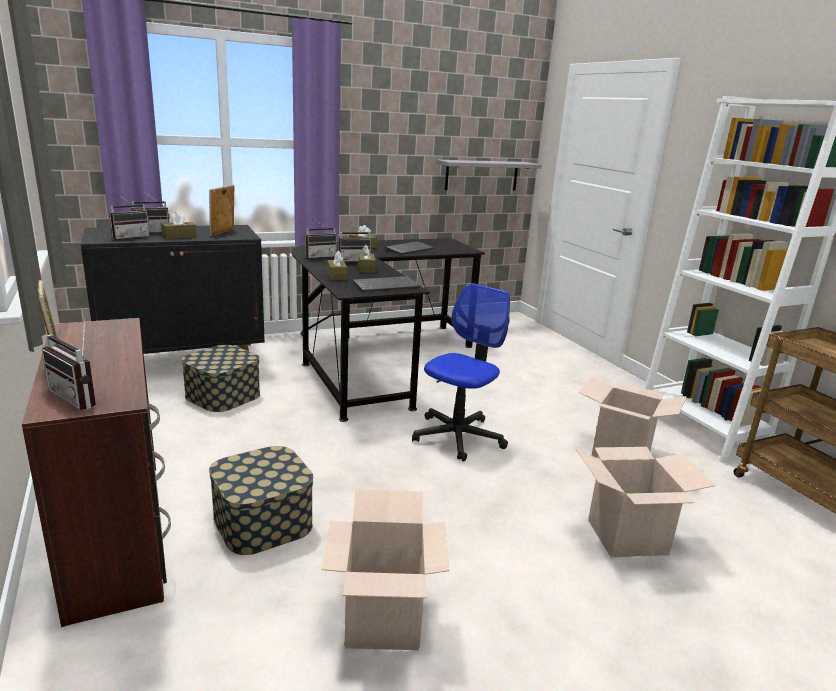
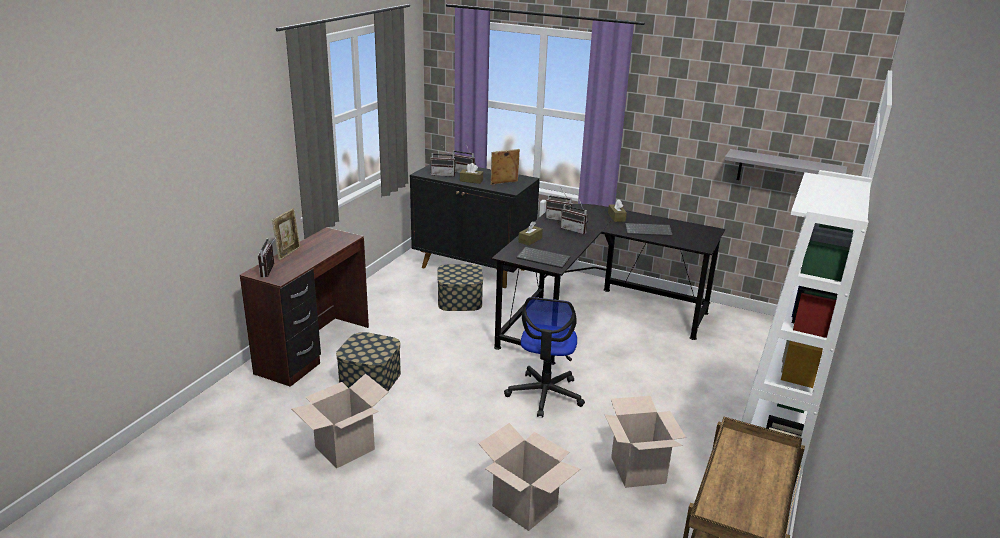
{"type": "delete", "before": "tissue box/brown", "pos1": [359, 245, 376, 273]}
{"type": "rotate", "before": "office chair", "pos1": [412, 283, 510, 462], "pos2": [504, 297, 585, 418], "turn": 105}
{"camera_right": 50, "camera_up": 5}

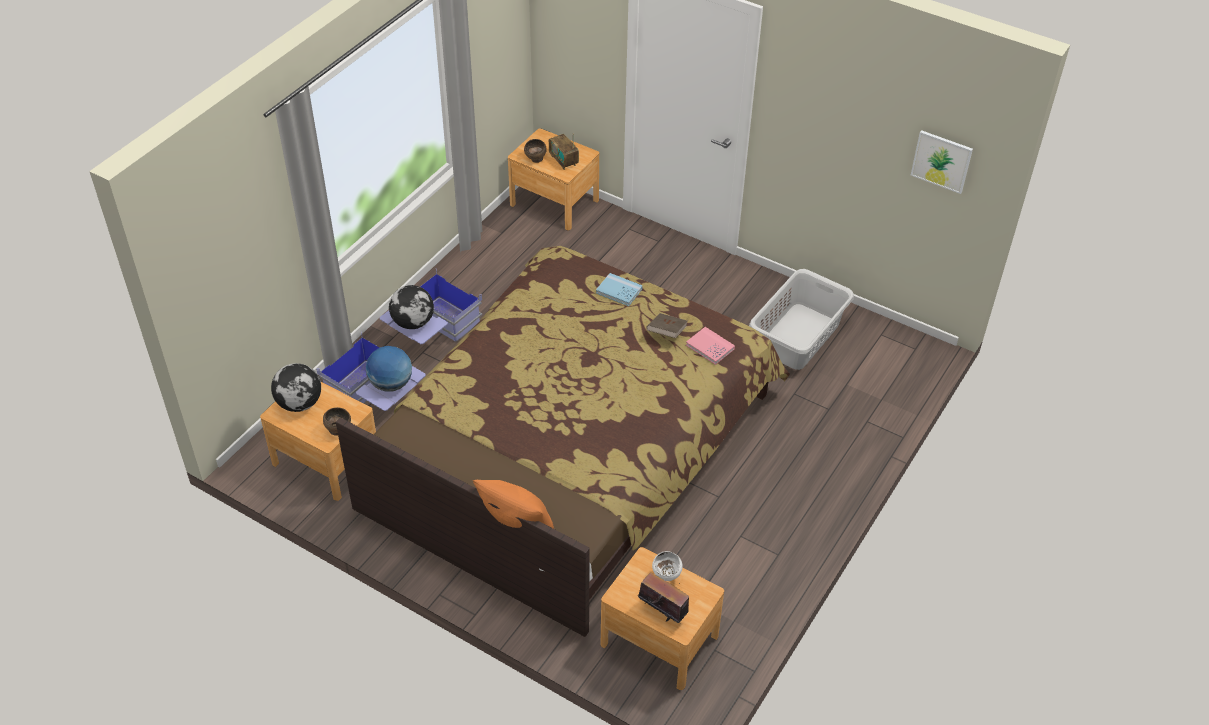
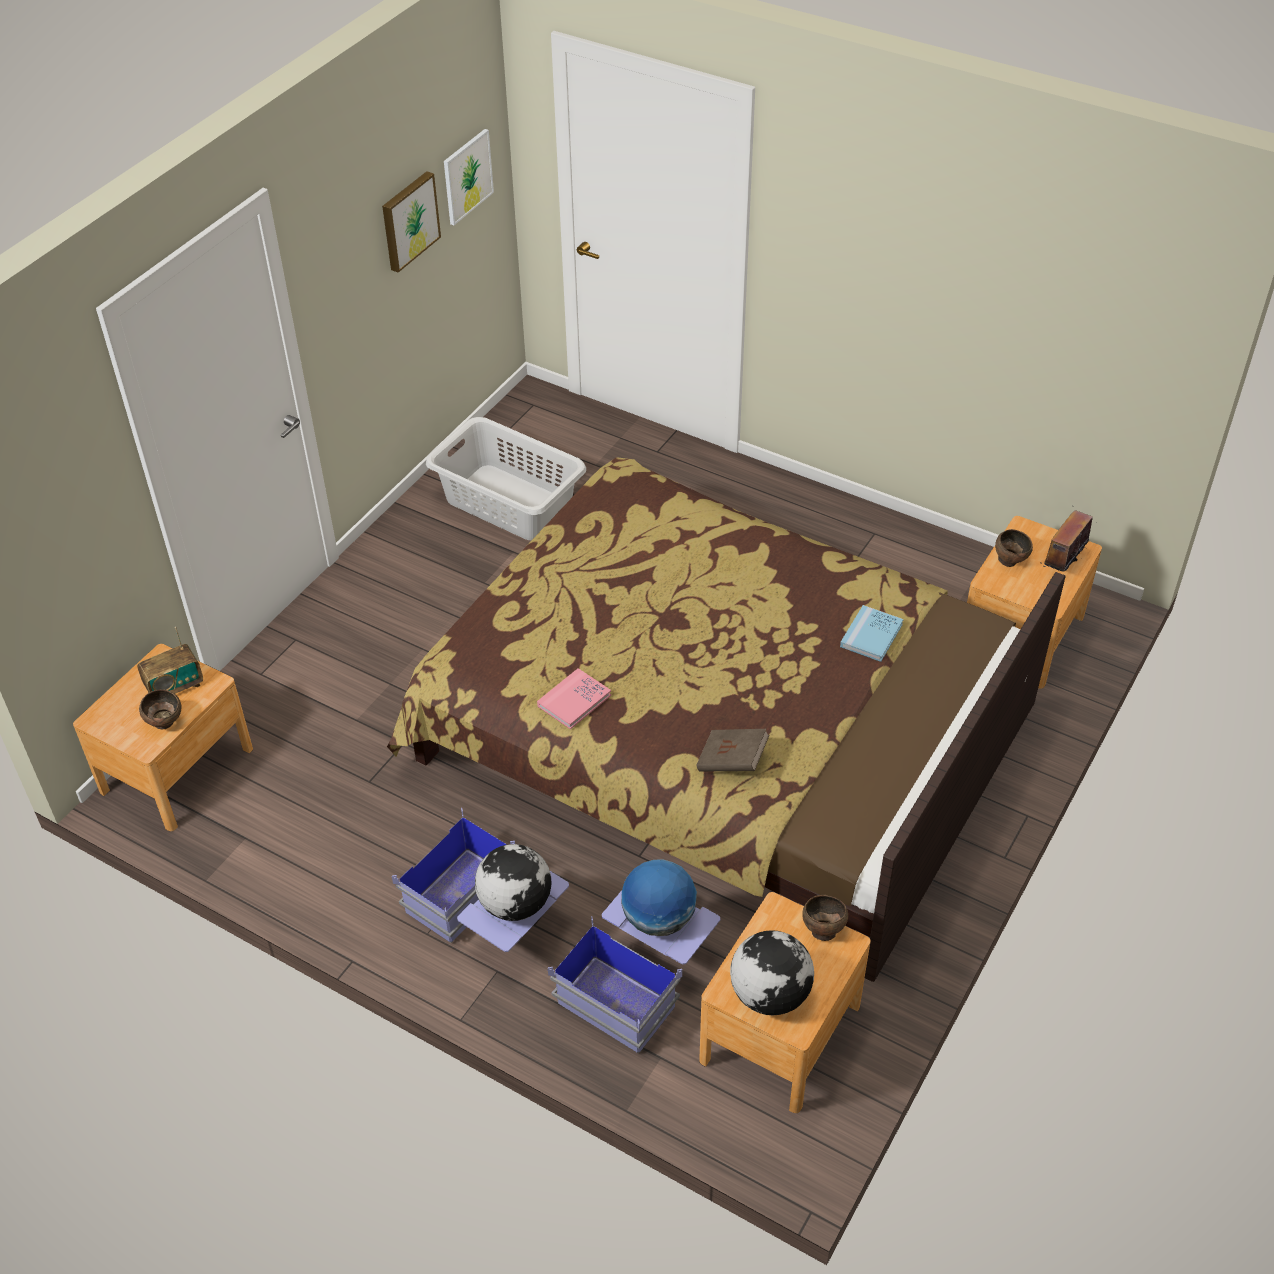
{"type": "move", "before": "book/blue", "pos1": [596, 273, 643, 306], "pos2": [840, 605, 903, 662]}
{"type": "move", "before": "book/brown", "pos1": [646, 313, 687, 338], "pos2": [697, 729, 769, 772]}
{"type": "move", "before": "book/pink", "pos1": [686, 327, 735, 365], "pos2": [537, 668, 611, 729]}
{"type": "delete", "before": "pillow/orange", "pos1": [473, 480, 554, 529]}
{"type": "recolor", "before": "bowl/white", "after": "bowl/brown", "pos1": [652, 551, 683, 581], "pos2": [995, 529, 1033, 567]}
{"type": "insert", "after": "picture", "pos2": [382, 171, 441, 273]}
{"camera_right": -90, "camera_up": 0}

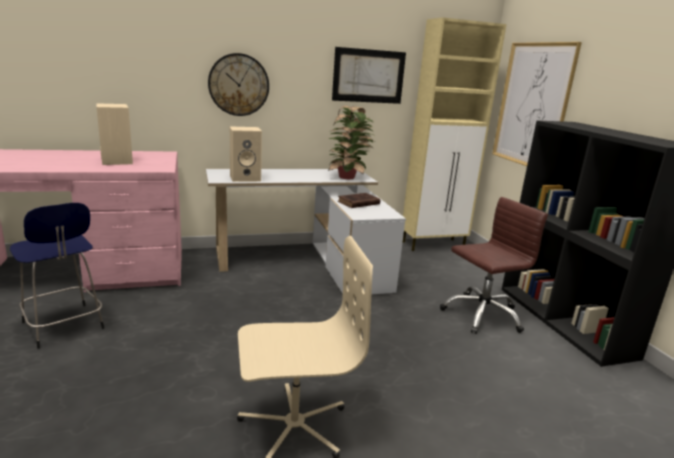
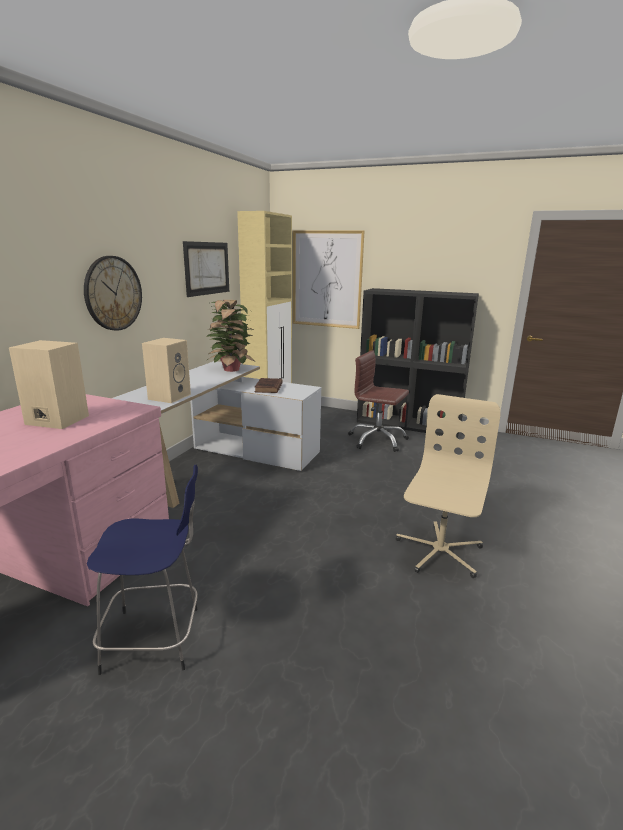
{"type": "rotate", "before": "office chair/brown", "pos1": [440, 197, 548, 334], "pos2": [348, 350, 409, 452], "turn": -75}
{"camera_right": -50, "camera_up": 0}

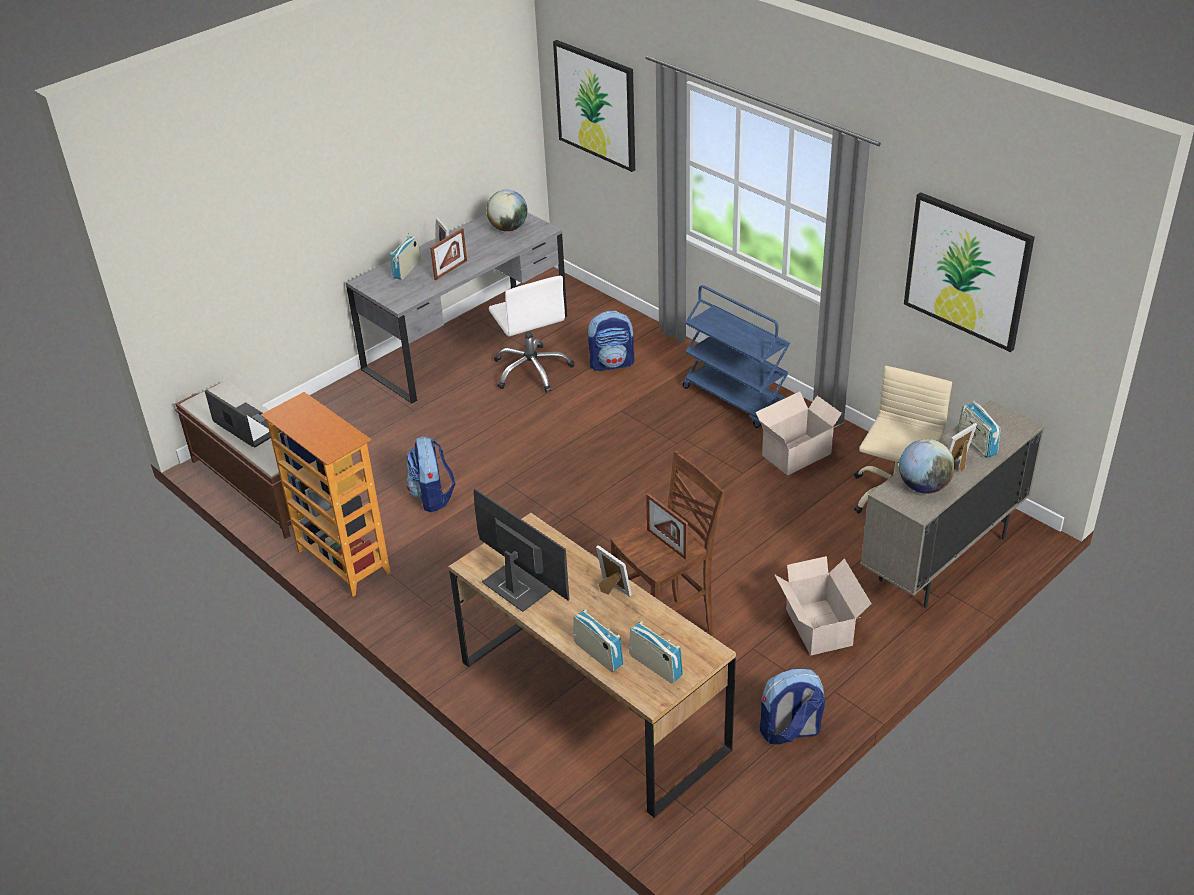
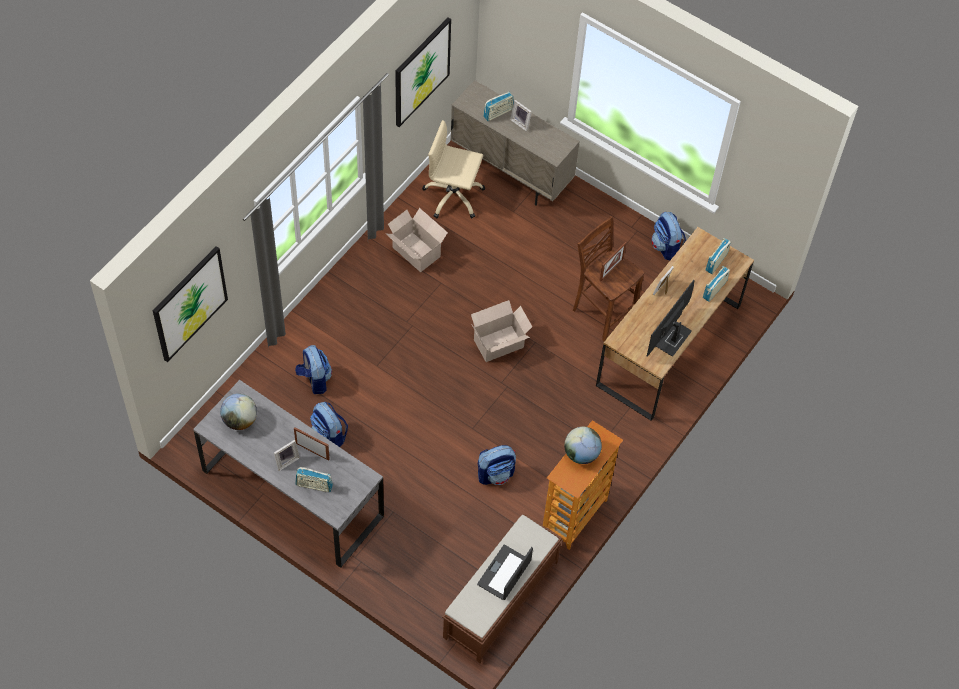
{"type": "replace", "before": "office chair/white", "after": "backpack", "pos1": [489, 276, 575, 393], "pos2": [310, 402, 348, 447]}
{"type": "delete", "before": "cart/blue", "pos1": [682, 285, 790, 428]}
{"type": "move", "before": "globe", "pos1": [899, 439, 955, 494], "pos2": [564, 427, 602, 464]}
{"type": "move", "before": "cardboard box", "pos1": [774, 556, 872, 656], "pos2": [471, 300, 532, 362]}
{"camera_right": -105, "camera_up": 20}

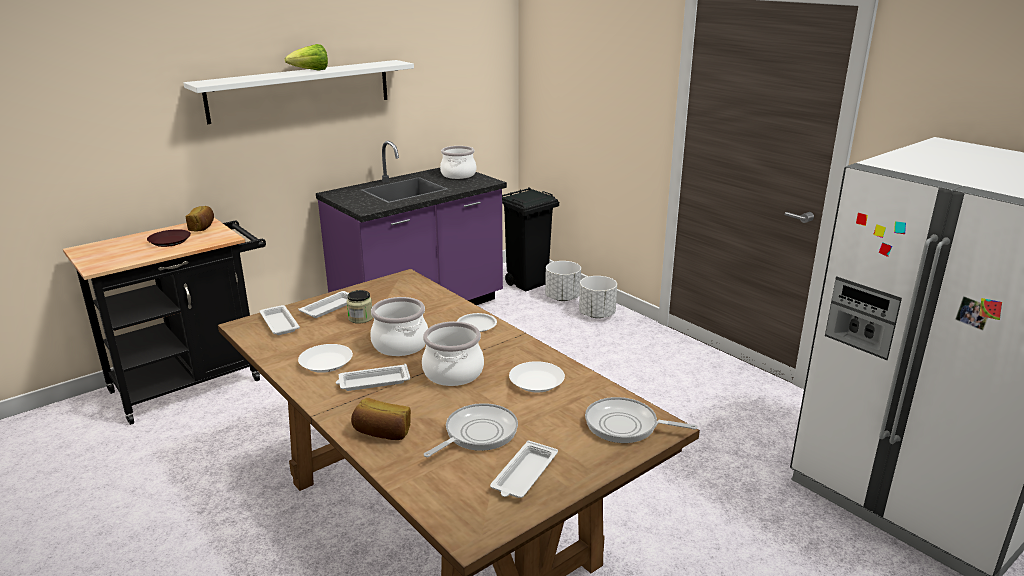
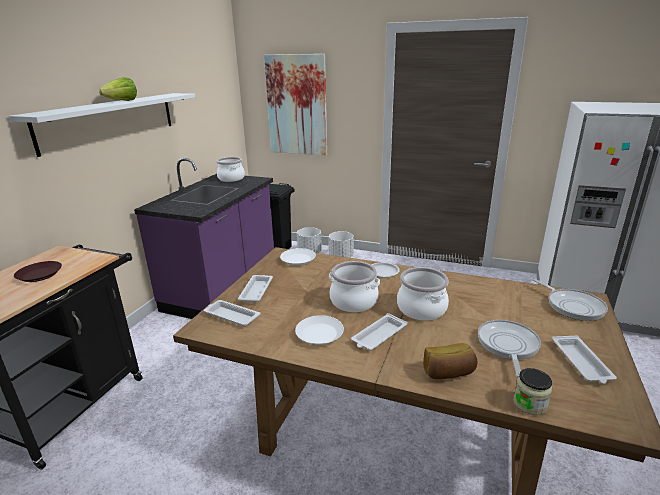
{"type": "delete", "before": "bread", "pos1": [186, 206, 214, 231]}
{"type": "move", "before": "jar", "pos1": [347, 290, 373, 324], "pos2": [513, 368, 552, 415]}
{"type": "move", "before": "plate/white", "pos1": [509, 361, 565, 392], "pos2": [280, 248, 316, 266]}
{"type": "rotate", "before": "frying pan", "pos1": [585, 397, 697, 443], "pos2": [531, 278, 608, 321], "turn": -105}
{"type": "insert", "after": "picture", "pos2": [264, 54, 327, 155]}
{"camera_right": -30, "camera_up": 0}

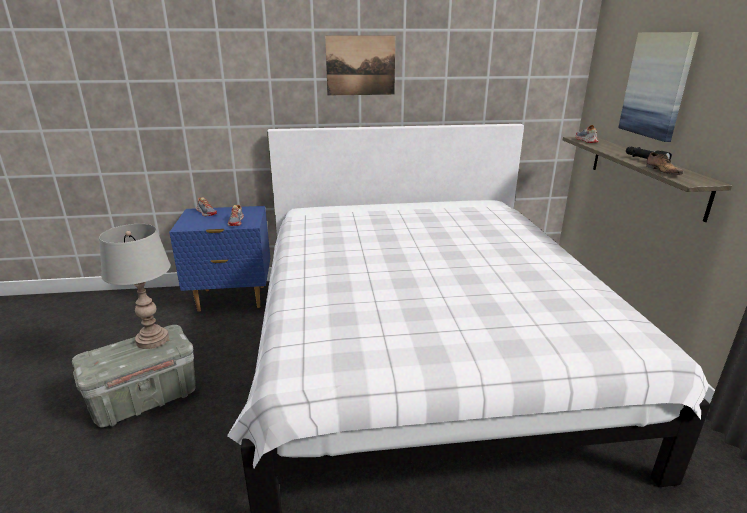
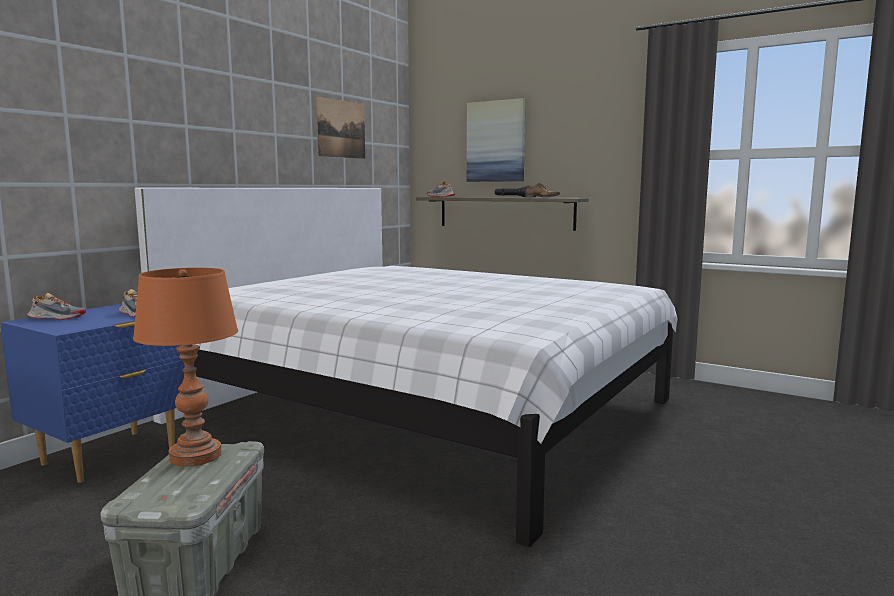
{"type": "move", "before": "picture", "pos1": [325, 36, 395, 95], "pos2": [316, 96, 365, 159]}
{"type": "recolor", "before": "table lamp/grey", "after": "table lamp/orange", "pos1": [99, 224, 171, 349], "pos2": [133, 268, 238, 467]}
{"camera_right": -50, "camera_up": -15}

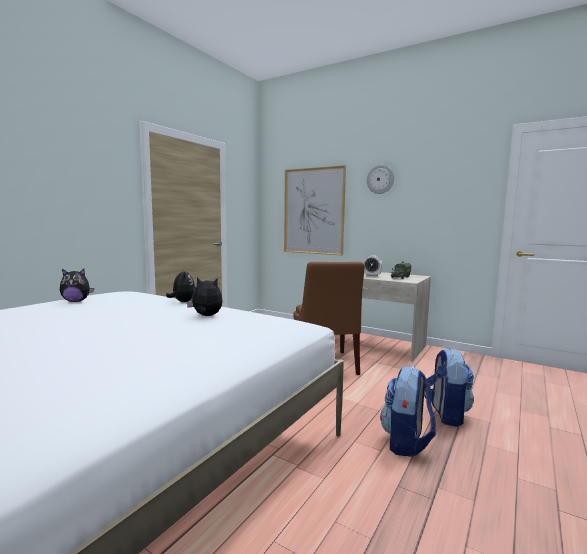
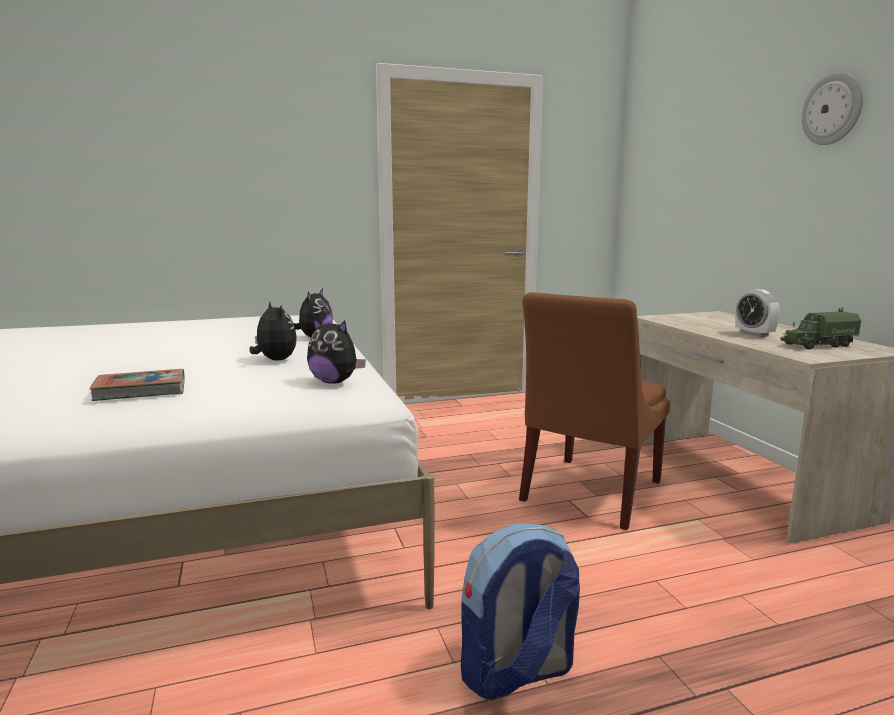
{"type": "delete", "before": "picture", "pos1": [284, 165, 346, 255]}
{"type": "move", "before": "plush toy", "pos1": [60, 269, 94, 302], "pos2": [307, 317, 366, 384]}
{"type": "delete", "before": "backpack", "pos1": [424, 348, 474, 427]}
{"type": "insert", "after": "book", "pos2": [90, 369, 185, 401]}
{"camera_right": 40, "camera_up": 5}

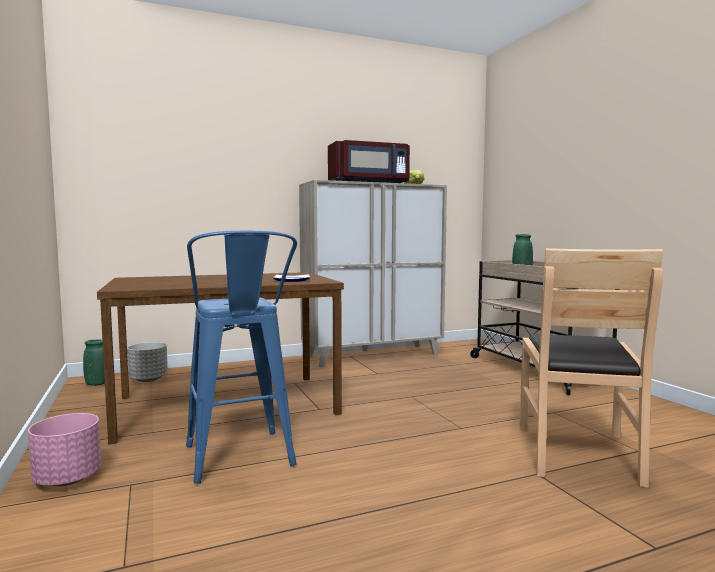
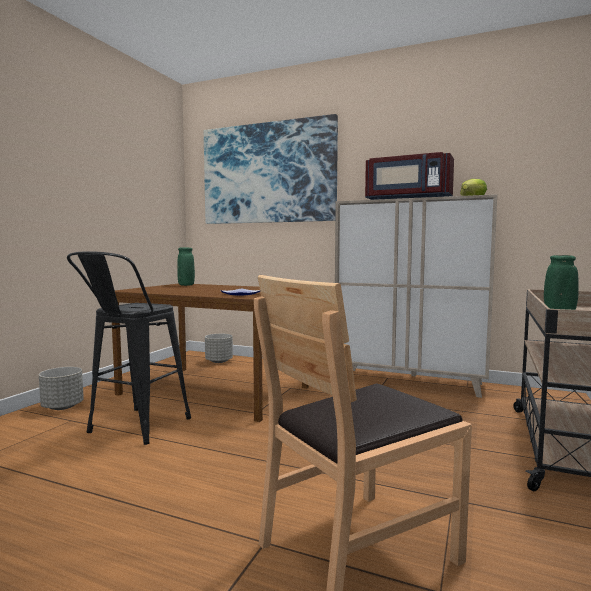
{"type": "recolor", "before": "stool/blue", "after": "stool/black", "pos1": [186, 230, 297, 484], "pos2": [67, 251, 191, 445]}
{"type": "move", "before": "vase/green", "pos1": [83, 340, 105, 386], "pos2": [177, 247, 195, 286]}
{"type": "recolor", "before": "planter/pink", "after": "planter/grey", "pos1": [28, 413, 101, 486], "pos2": [39, 367, 84, 410]}
{"type": "insert", "after": "picture", "pos2": [204, 114, 338, 224]}
{"camera_right": 45, "camera_up": 0}

